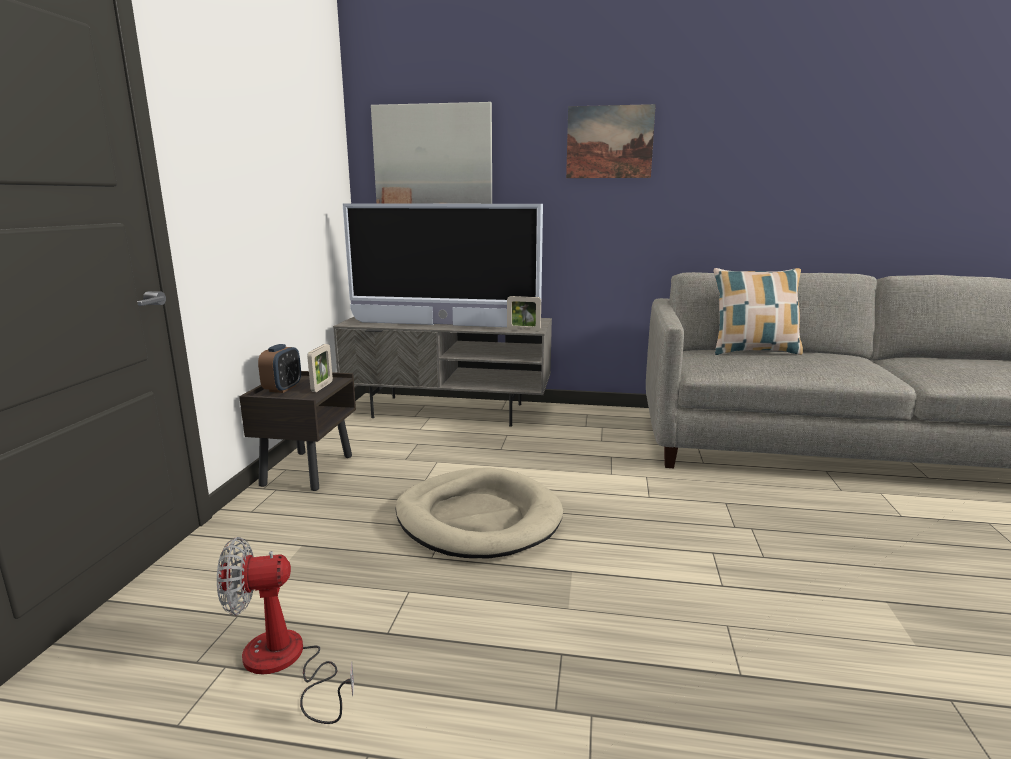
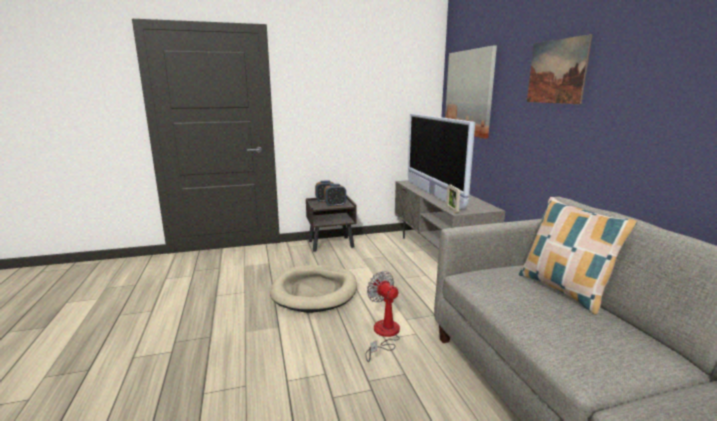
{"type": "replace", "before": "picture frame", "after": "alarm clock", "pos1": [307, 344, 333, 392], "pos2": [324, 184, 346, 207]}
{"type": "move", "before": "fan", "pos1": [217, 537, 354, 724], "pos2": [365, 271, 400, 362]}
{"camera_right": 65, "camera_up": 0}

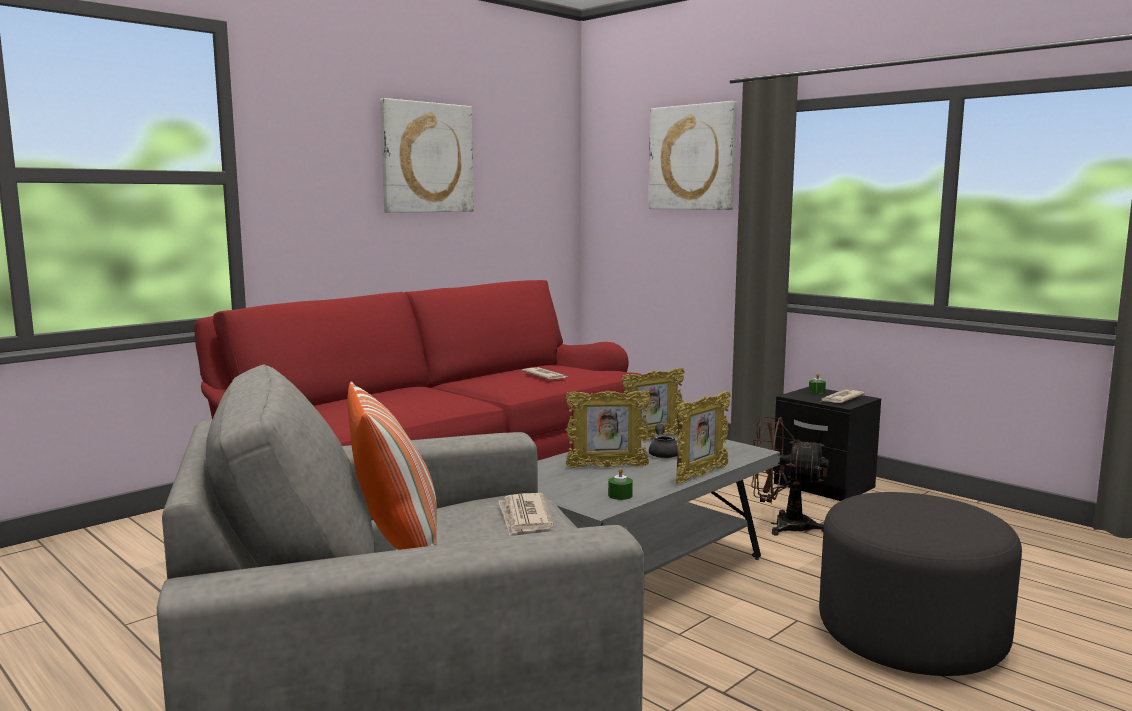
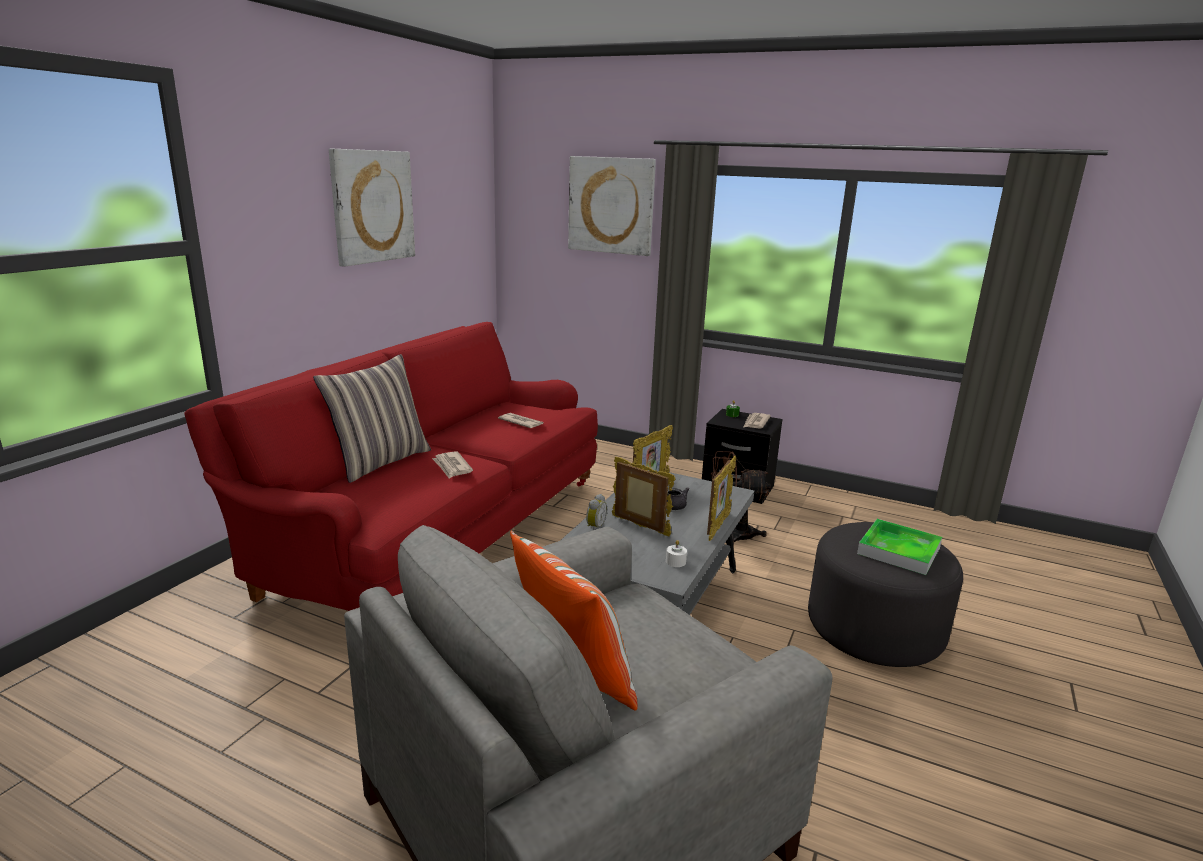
{"type": "rotate", "before": "picture frame", "pos1": [566, 391, 650, 468], "pos2": [612, 457, 675, 536], "turn": -120}
{"type": "recolor", "before": "candle/green", "after": "candle/white", "pos1": [608, 468, 633, 500], "pos2": [666, 540, 687, 567]}
{"type": "move", "before": "newspaper", "pos1": [498, 493, 554, 535], "pos2": [432, 451, 473, 478]}
{"type": "insert", "after": "pillow", "pos2": [313, 354, 431, 483]}
{"type": "insert", "after": "alarm clock", "pos2": [586, 494, 607, 530]}
{"type": "insert", "after": "tray", "pos2": [857, 519, 942, 575]}
{"camera_right": -20, "camera_up": 10}

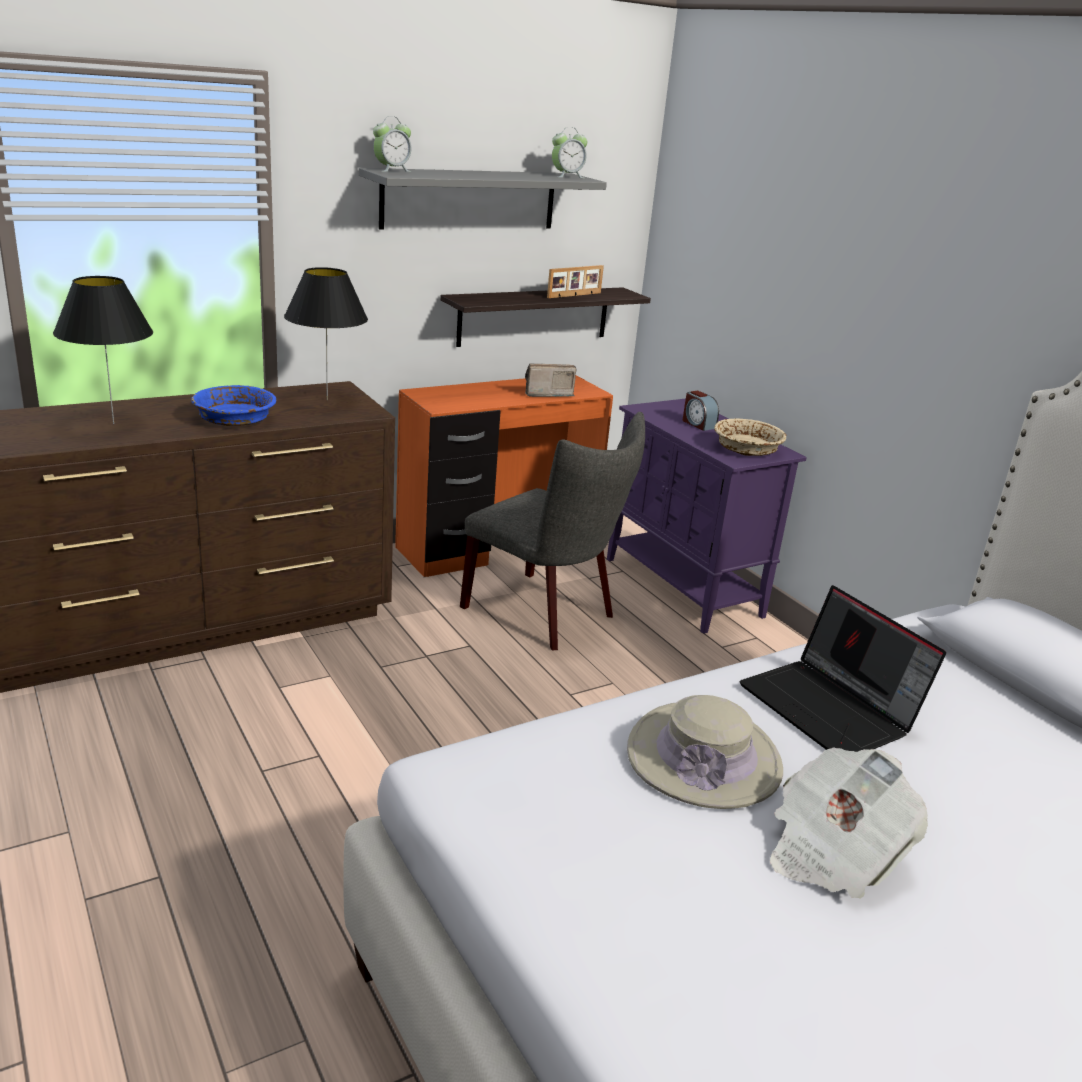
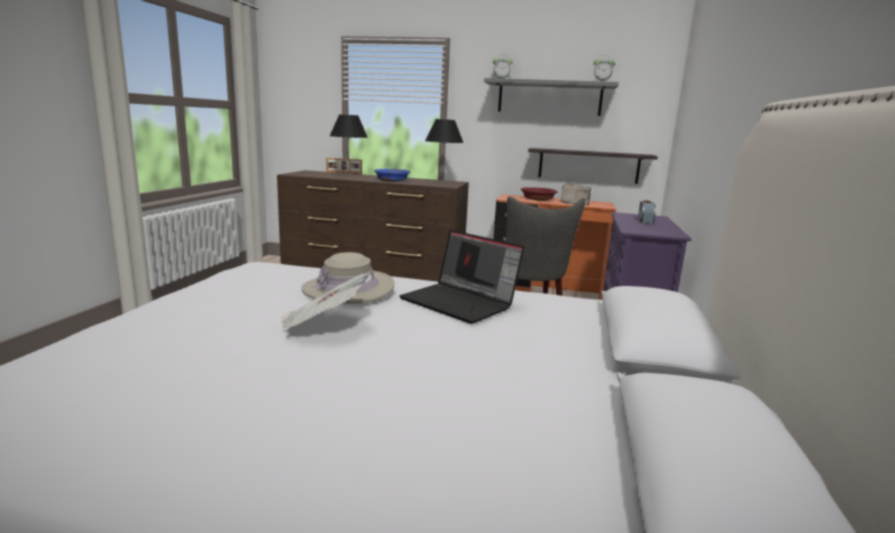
{"type": "move", "before": "picture frame", "pos1": [547, 265, 604, 298], "pos2": [326, 158, 362, 174]}
{"type": "delete", "before": "bowl/beige", "pos1": [714, 418, 786, 456]}
{"type": "rotate", "before": "laptop", "pos1": [740, 585, 946, 752], "pos2": [399, 230, 524, 324], "turn": -60}
{"type": "insert", "after": "bowl/red", "pos2": [521, 187, 557, 201]}
{"camera_right": 45, "camera_up": -10}

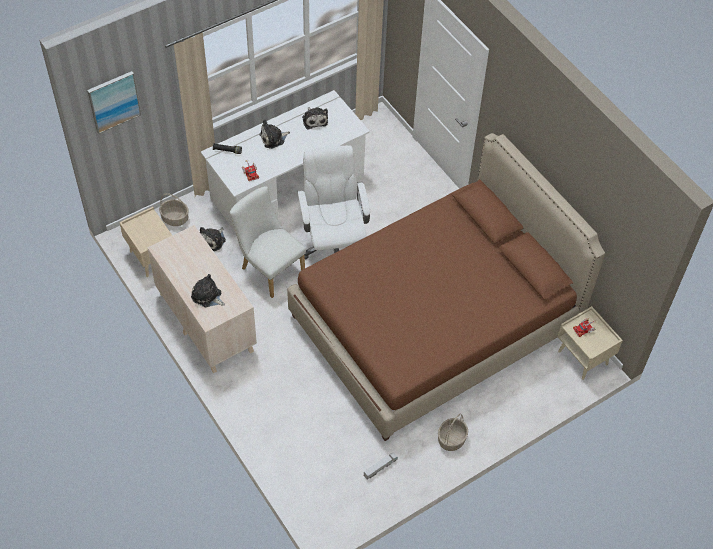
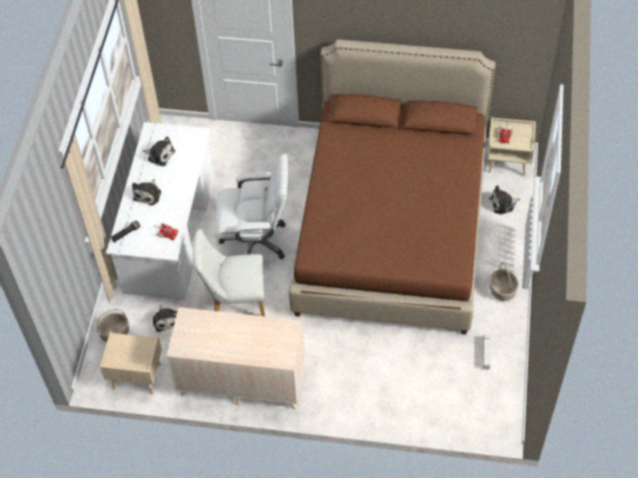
{"type": "delete", "before": "picture", "pos1": [87, 71, 141, 134]}
{"type": "rotate", "before": "office chair/white", "pos1": [298, 145, 370, 259], "pos2": [215, 154, 288, 259], "turn": 150}
{"type": "move", "before": "plush toy", "pos1": [191, 274, 225, 307], "pos2": [489, 185, 520, 215]}
{"camera_right": -45, "camera_up": 0}

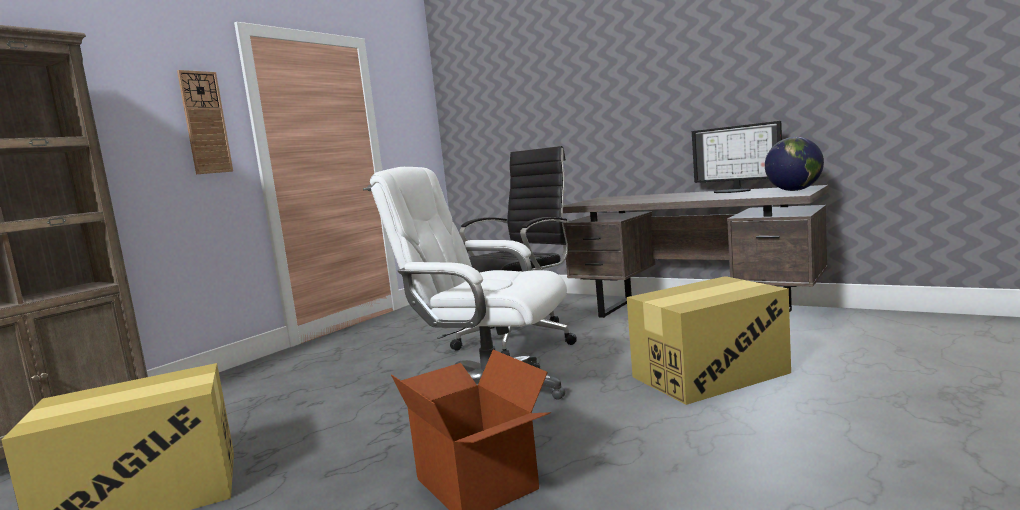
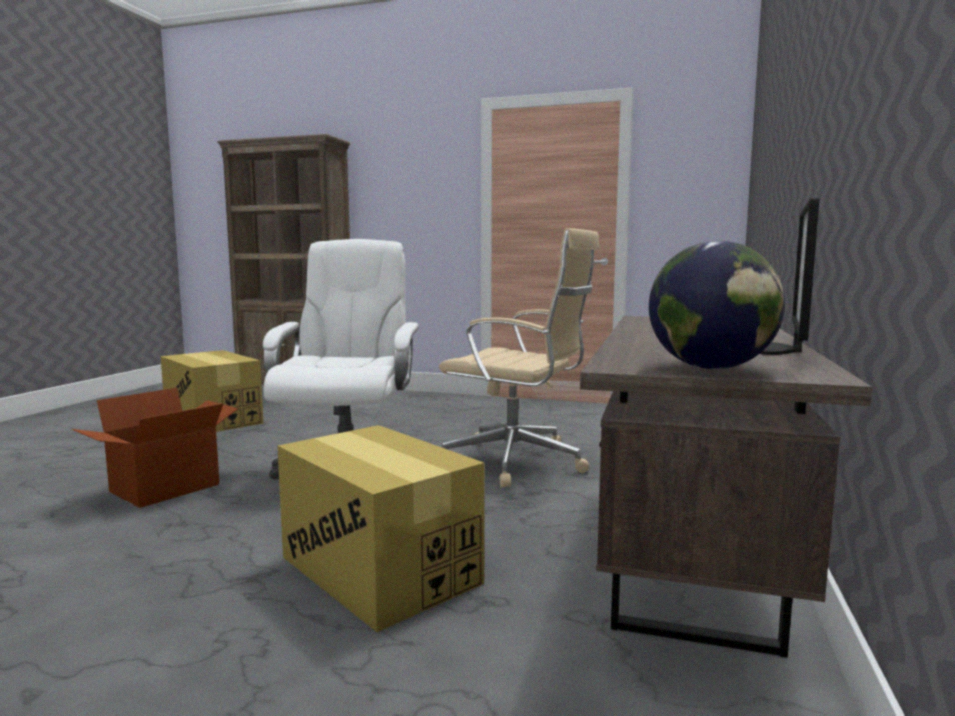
{"type": "delete", "before": "wall clock", "pos1": [177, 70, 233, 174]}
{"type": "recolor", "before": "office chair/black", "after": "office chair/beige", "pos1": [450, 146, 577, 356], "pos2": [439, 228, 600, 487]}
{"camera_right": 70, "camera_up": 0}

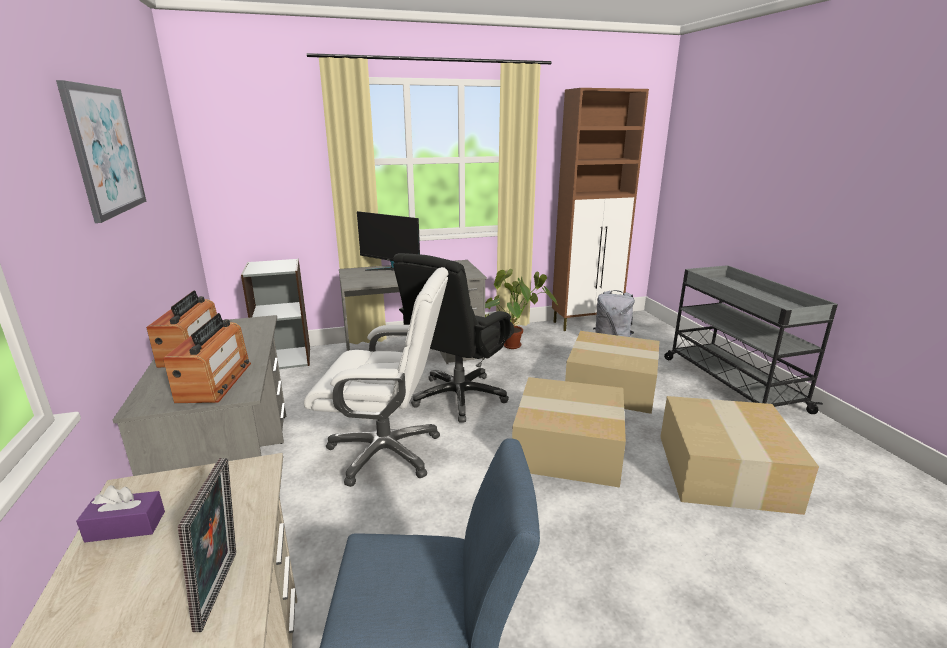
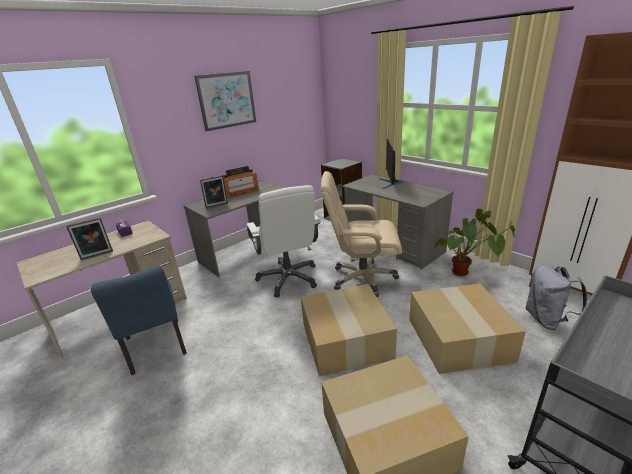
{"type": "recolor", "before": "office chair/black", "after": "office chair/beige", "pos1": [393, 253, 514, 423], "pos2": [321, 171, 402, 297]}
{"type": "replace", "before": "radio", "after": "picture frame", "pos1": [163, 313, 251, 403], "pos2": [200, 175, 228, 208]}
{"camera_right": 65, "camera_up": 5}

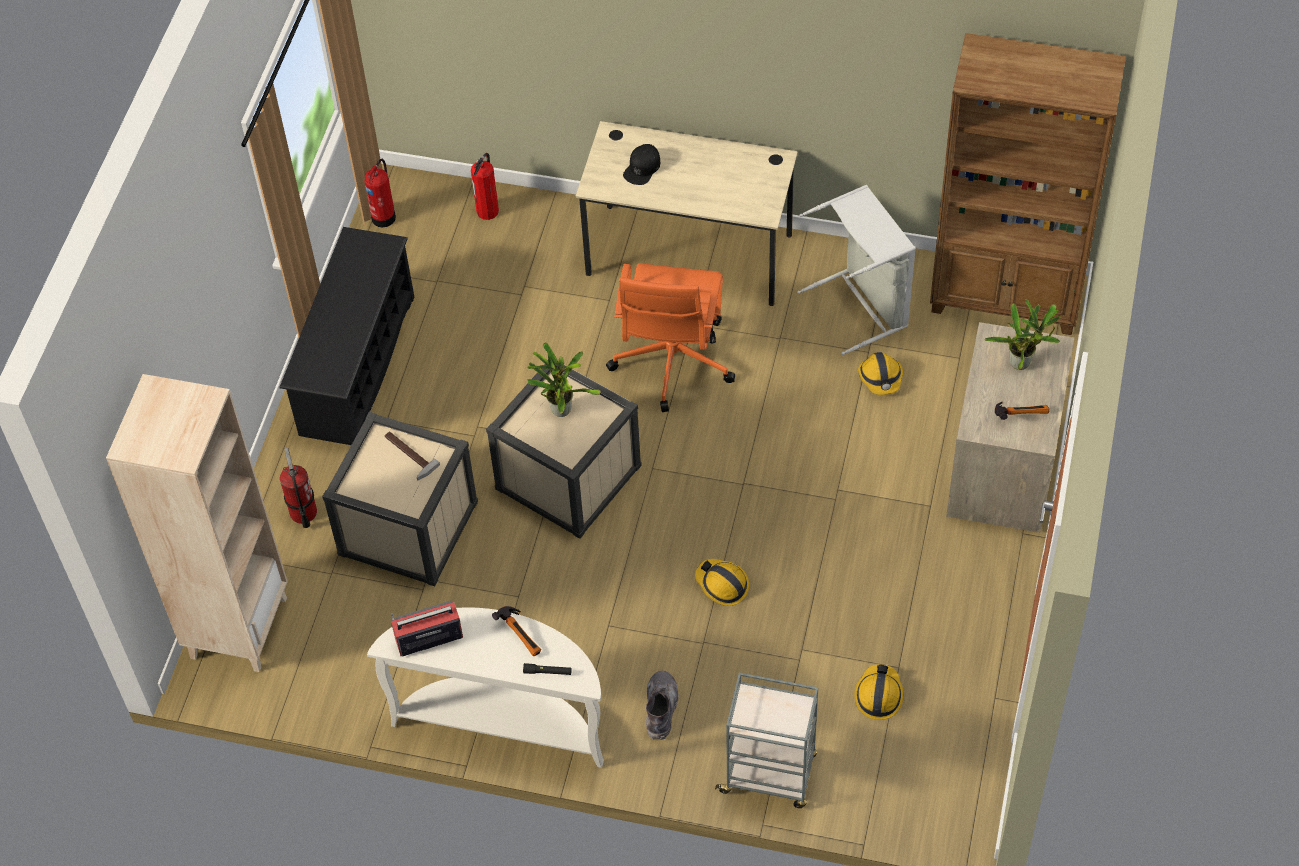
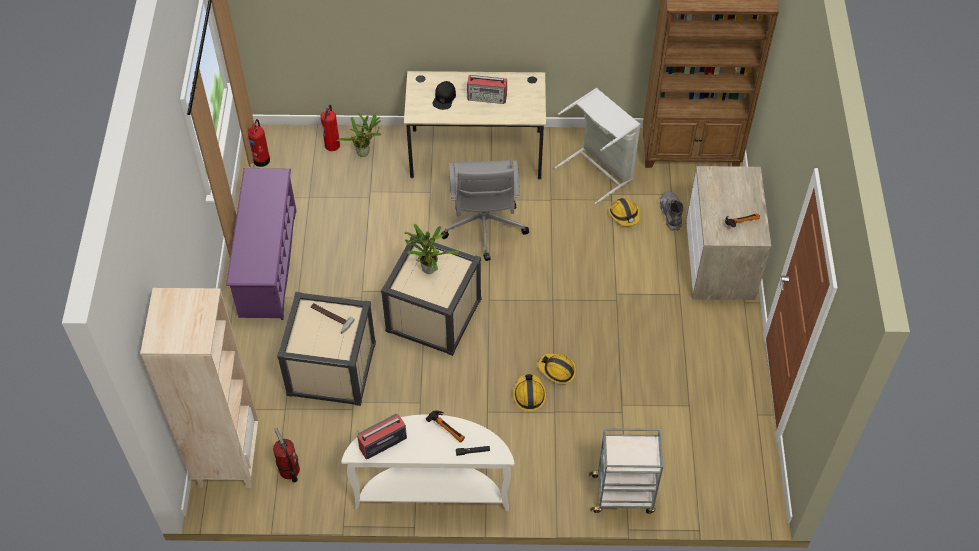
{"type": "recolor", "before": "shoe rack/black", "after": "shoe rack/purple", "pos1": [279, 227, 414, 445], "pos2": [226, 168, 296, 320]}
{"type": "recolor", "before": "office chair/orange", "after": "office chair/grey", "pos1": [606, 263, 735, 412], "pos2": [440, 160, 529, 261]}
{"type": "move", "before": "potted plant", "pos1": [984, 299, 1061, 370], "pos2": [337, 113, 381, 157]}
{"type": "move", "before": "fire extinguisher", "pos1": [280, 448, 317, 528], "pos2": [273, 428, 300, 482]}
{"type": "move", "before": "hard hat", "pos1": [854, 664, 904, 720], "pos2": [513, 374, 546, 411]}
{"type": "move", "before": "boot/grey", "pos1": [646, 671, 679, 740], "pos2": [660, 191, 684, 231]}
{"type": "insert", "after": "radio", "pos2": [467, 75, 507, 104]}
{"camera_right": -15, "camera_up": 0}

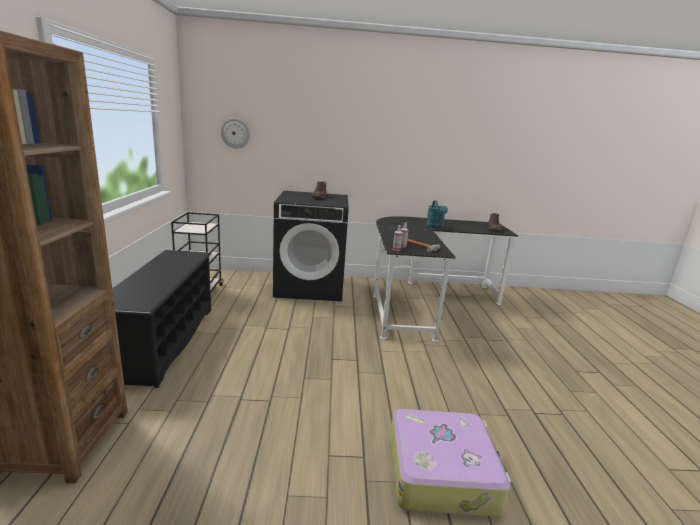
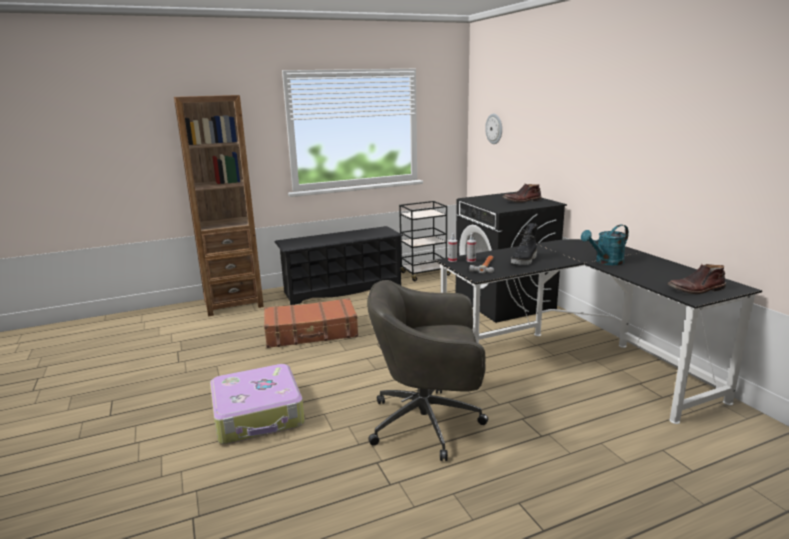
{"type": "insert", "after": "boot/black", "pos2": [511, 223, 538, 265]}
{"type": "insert", "after": "office chair/grey", "pos2": [367, 280, 488, 461]}
{"type": "insert", "after": "suitcase/brown", "pos2": [264, 298, 358, 348]}
{"camera_right": 70, "camera_up": 0}

